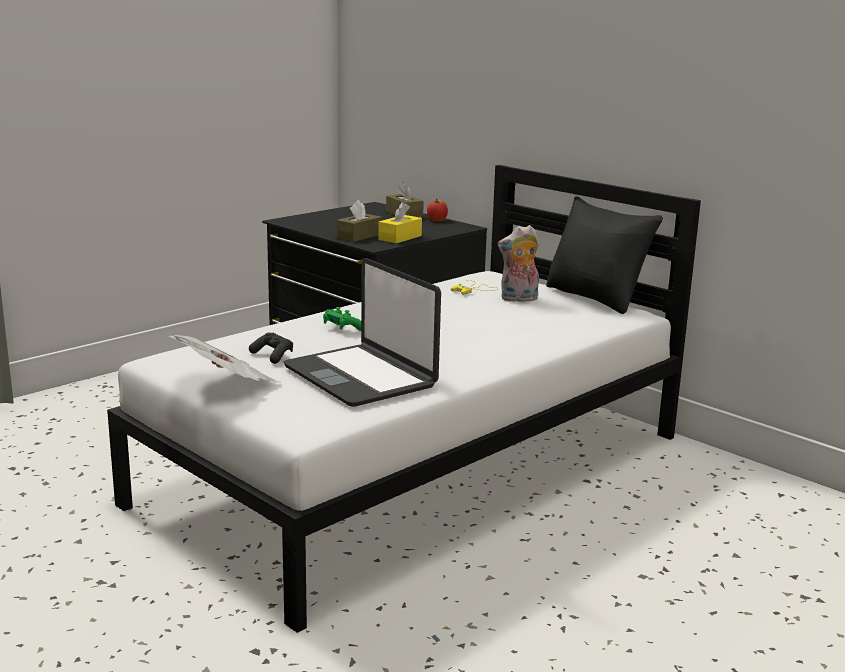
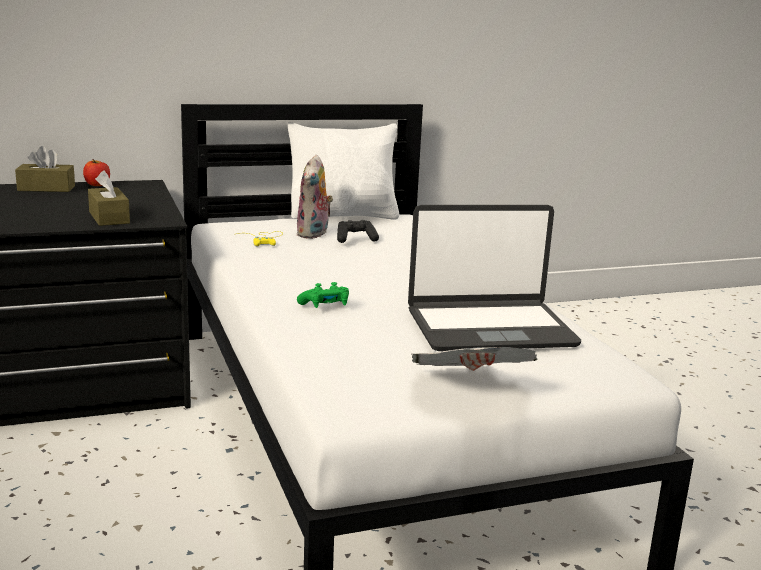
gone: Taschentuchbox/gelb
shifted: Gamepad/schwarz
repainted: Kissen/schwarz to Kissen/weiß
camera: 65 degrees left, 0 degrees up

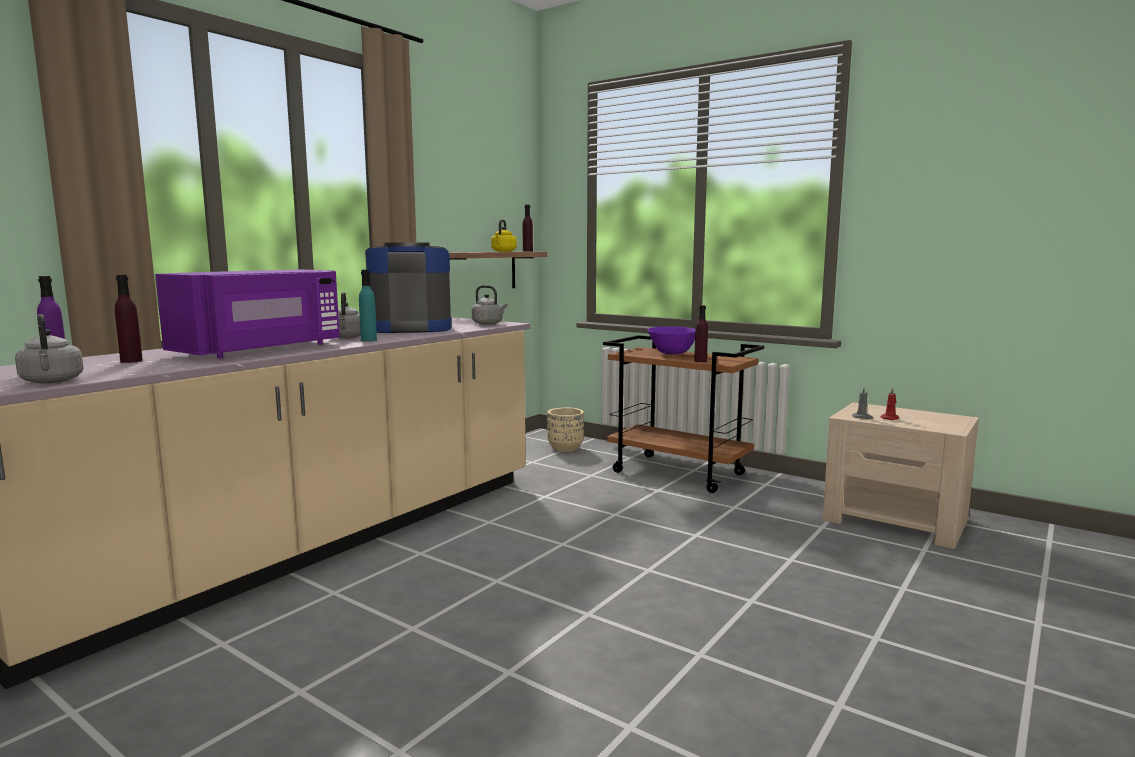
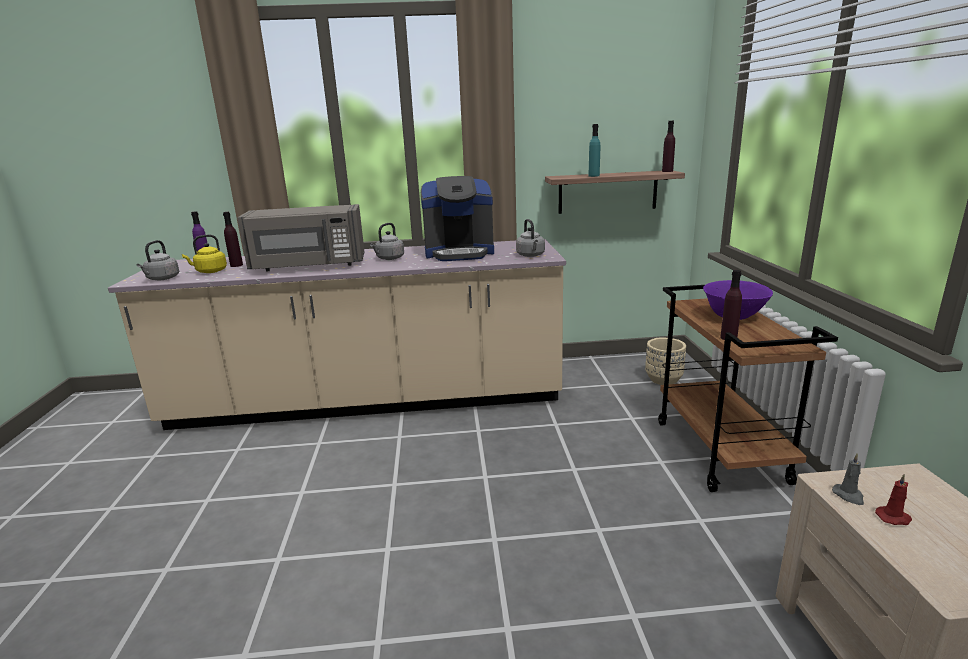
shifted: Flasche/türkis; Wasserkessel/gelb
repainted: Mikrowelle/lila to Mikrowelle/grau
rotated: Kaffeemaschine 135 degrees clockwise
camera: 50 degrees right, 10 degrees up

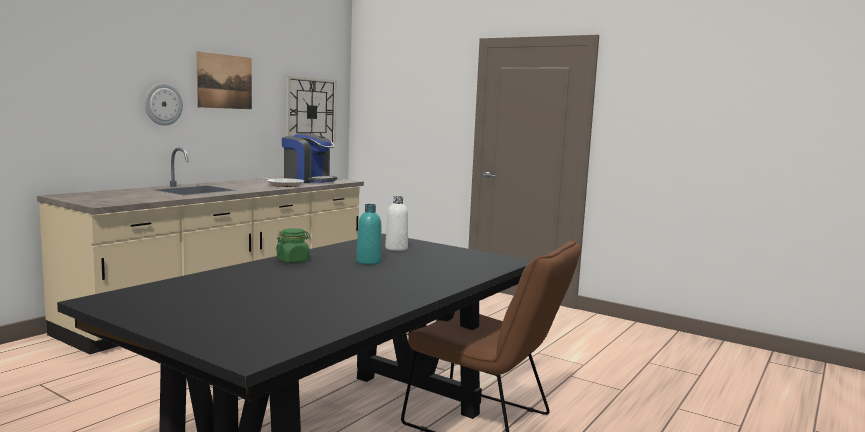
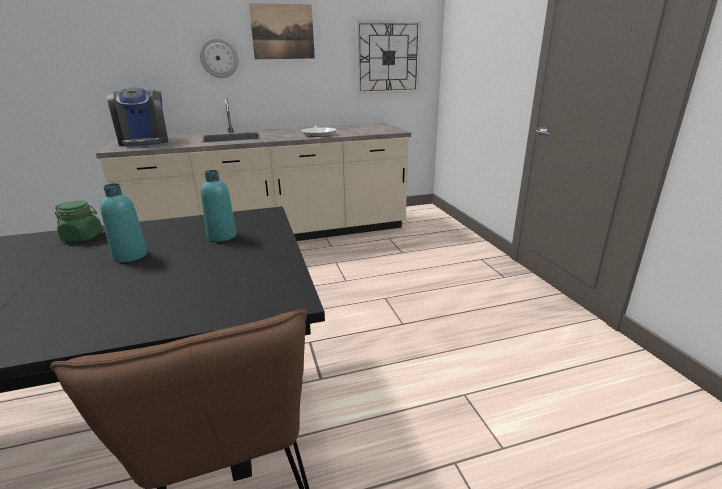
shifted: Kaffeemaschine
repainted: Flasche/weiß to Flasche/türkis (no. 2 from left)
camera: 40 degrees right, 15 degrees up

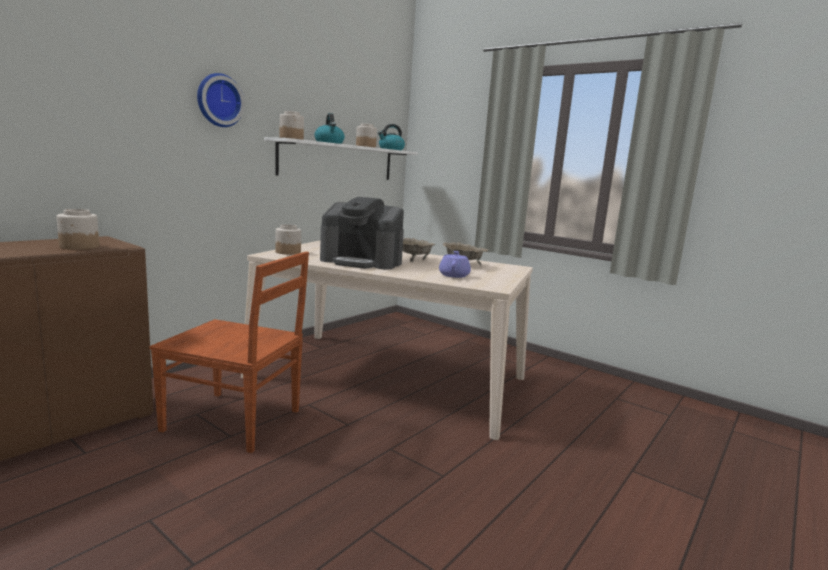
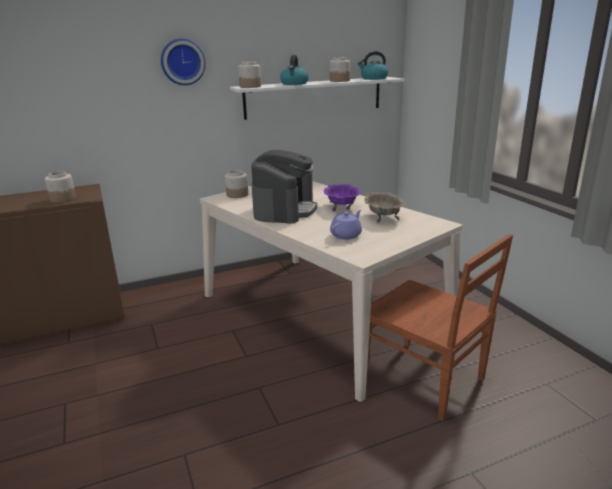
shifted: Stuhl/braun
repainted: Schüssel/beige (no. 1 from left) to Schüssel/lila
rotated: Kaffeemaschine 120 degrees counterclockwise
camera: 30 degrees right, 10 degrees up

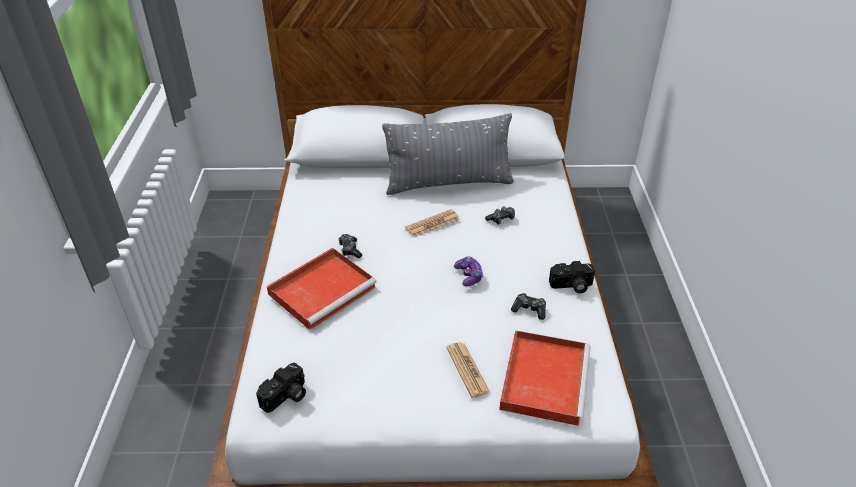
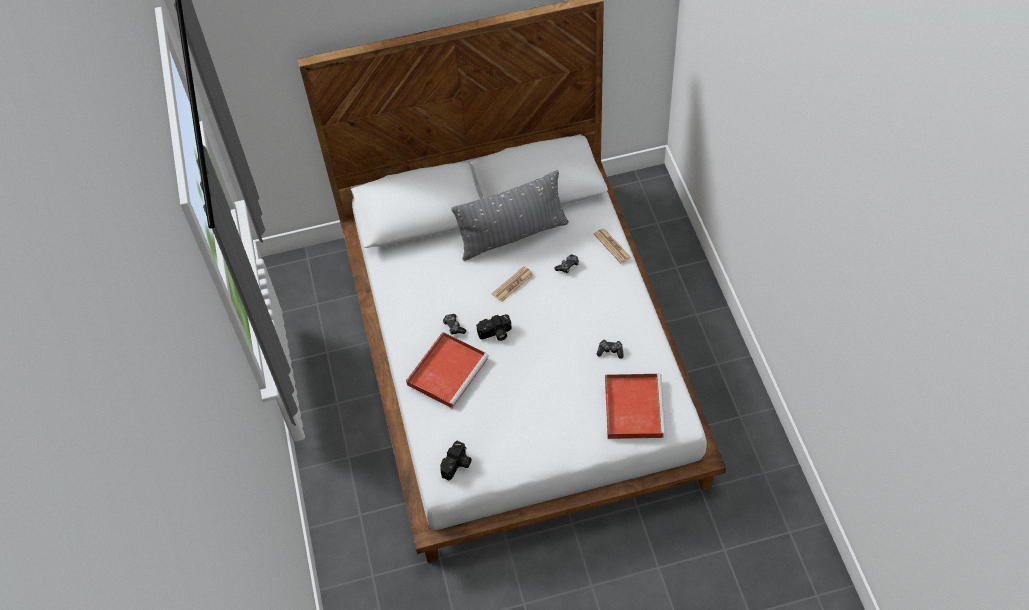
gone: Gamepad (no. 2 from left)
shifted: Zeitung (no. 2 from left); Kamera (no. 2 from left)
camera: 10 degrees left, 15 degrees up

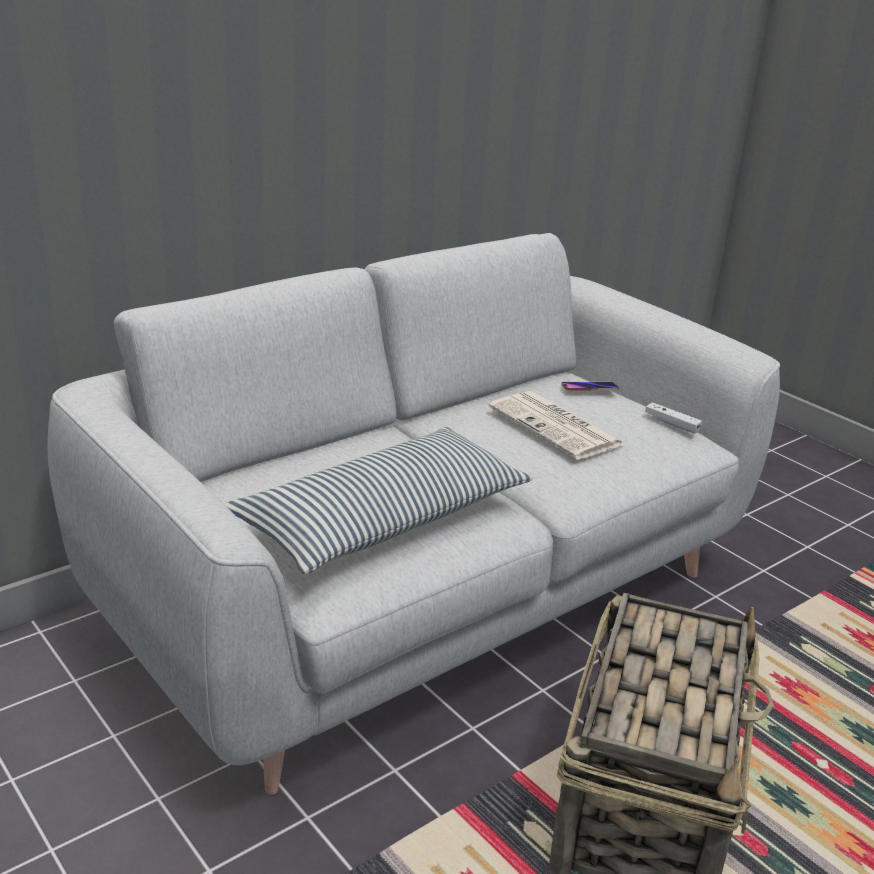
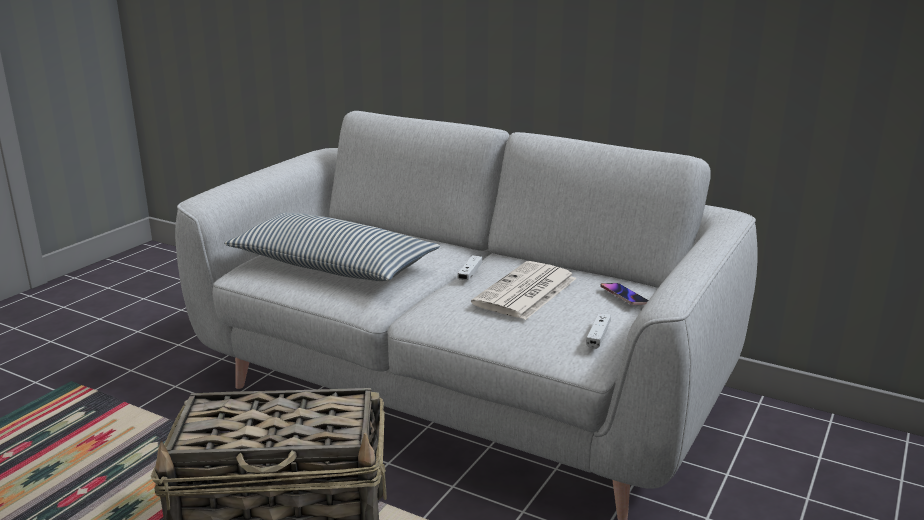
new: Gamepad/weiß (no. 1 from left)
camera: 70 degrees right, 5 degrees down

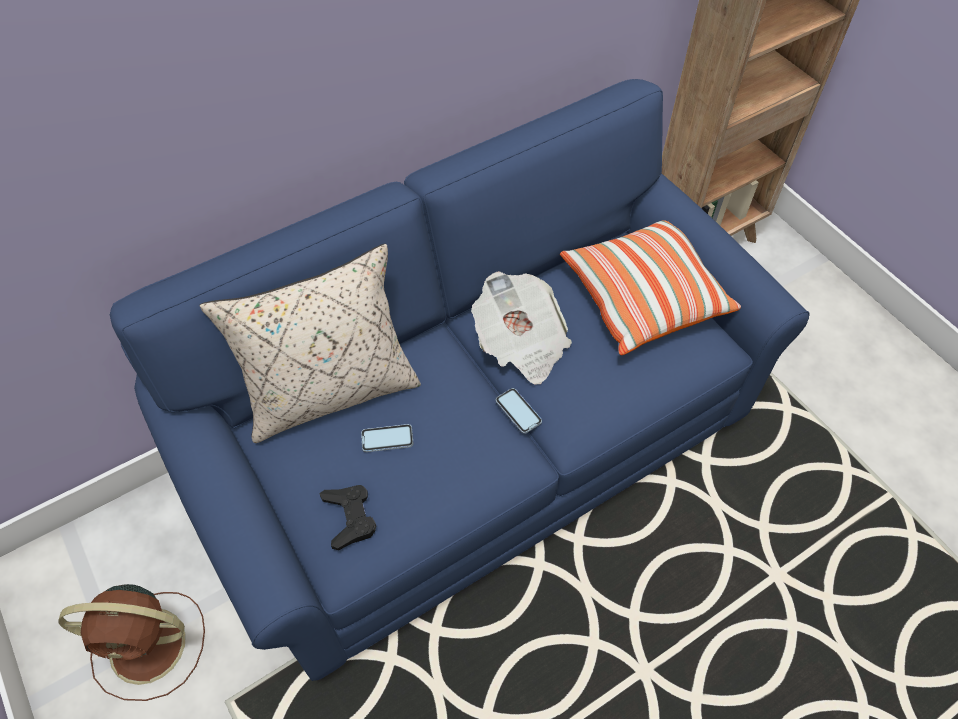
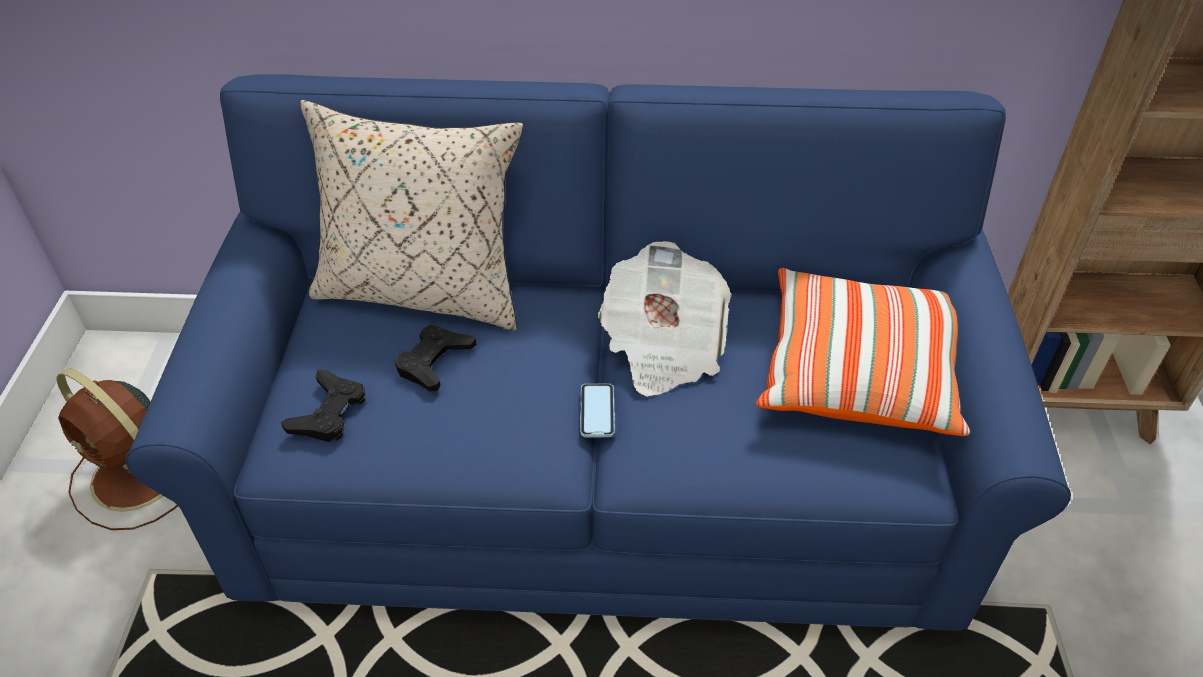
swapped: Handy (no. 1 from left) to Gamepad/schwarz (no. 2 from left)
camera: 35 degrees right, 10 degrees down

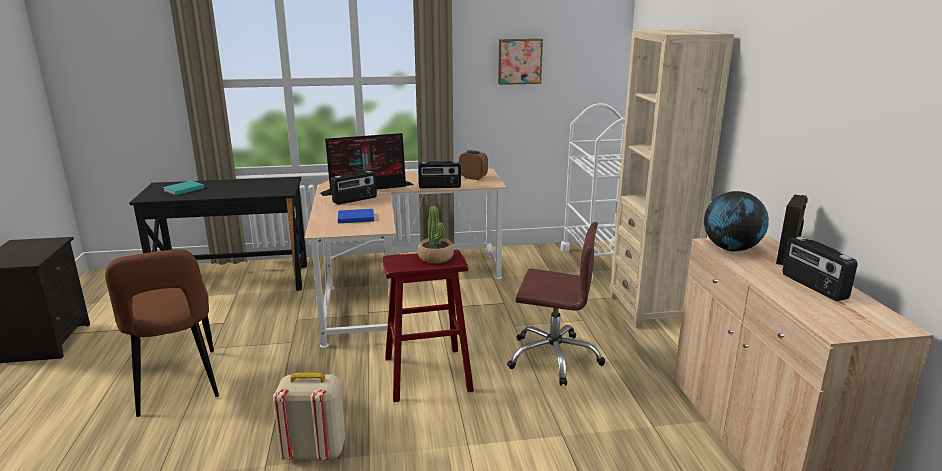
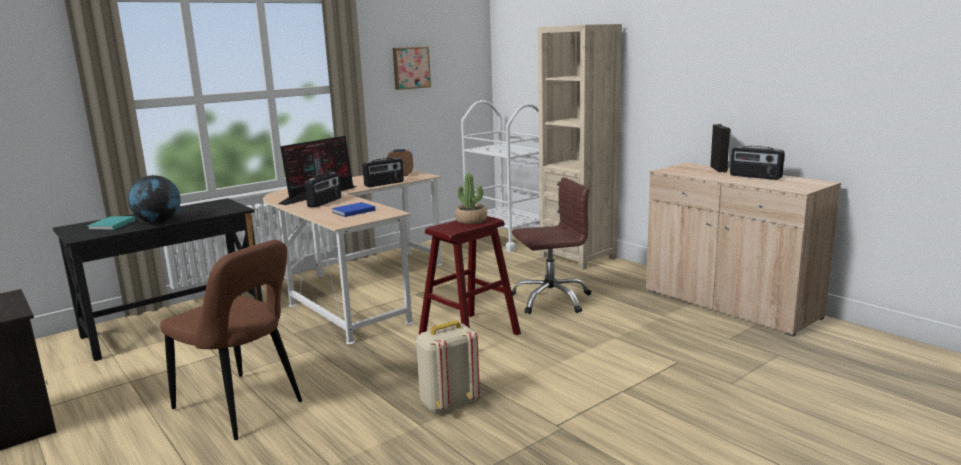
shifted: Globus
camera: 30 degrees left, 5 degrees down

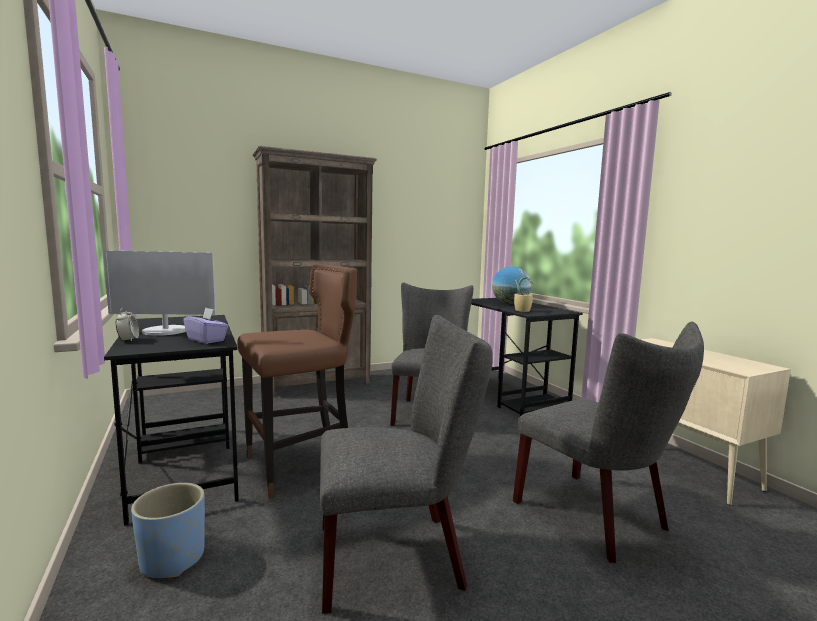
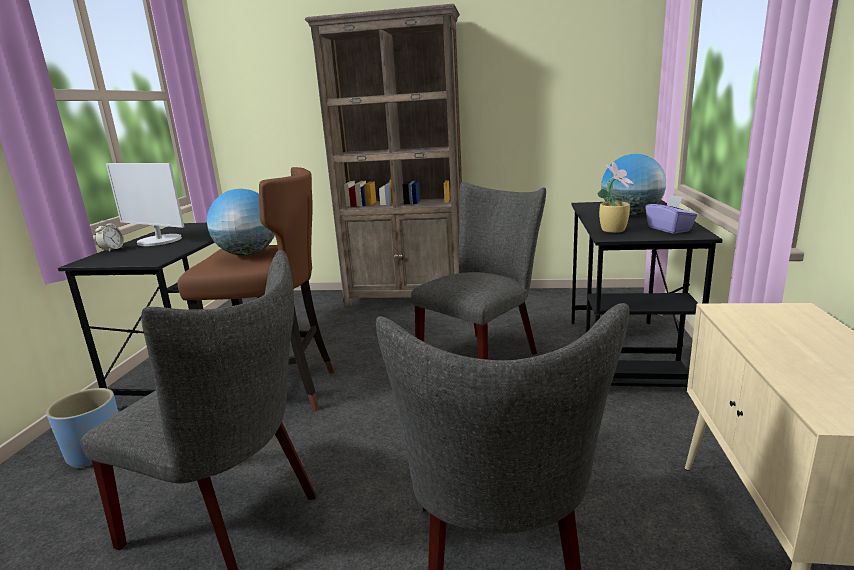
new: Globus (no. 1 from left)
shifted: Taschentuchbox/lila
camera: 35 degrees right, 10 degrees up

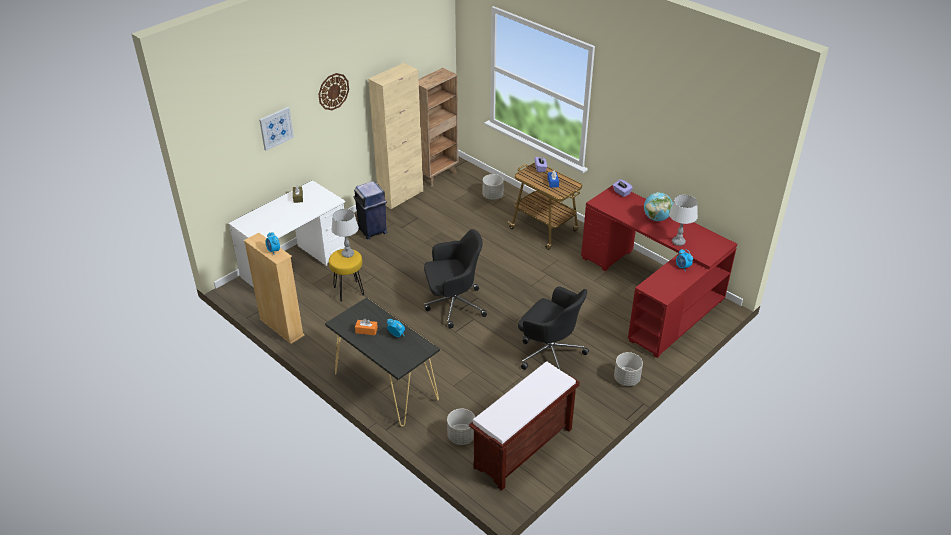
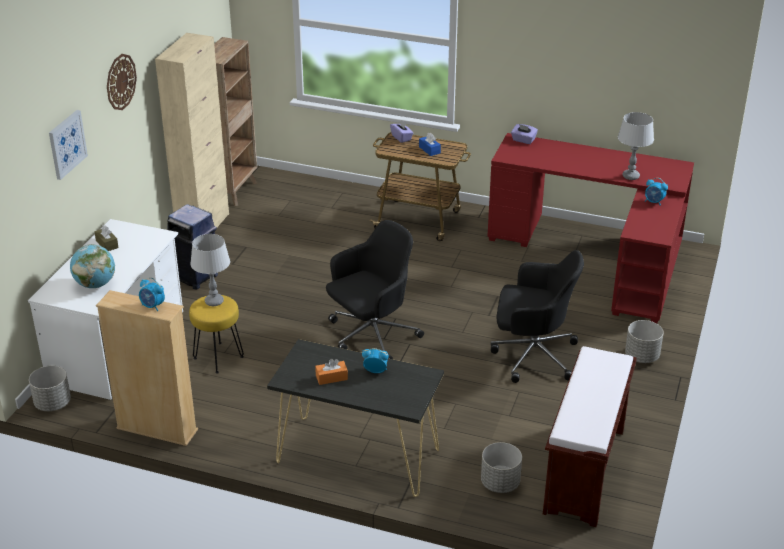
shifted: Pflanzkübel/grau (no. 2 from left in the first image) to Pflanzkübel/grau (no. 1 from left); Globus
camera: 25 degrees left, 5 degrees down

